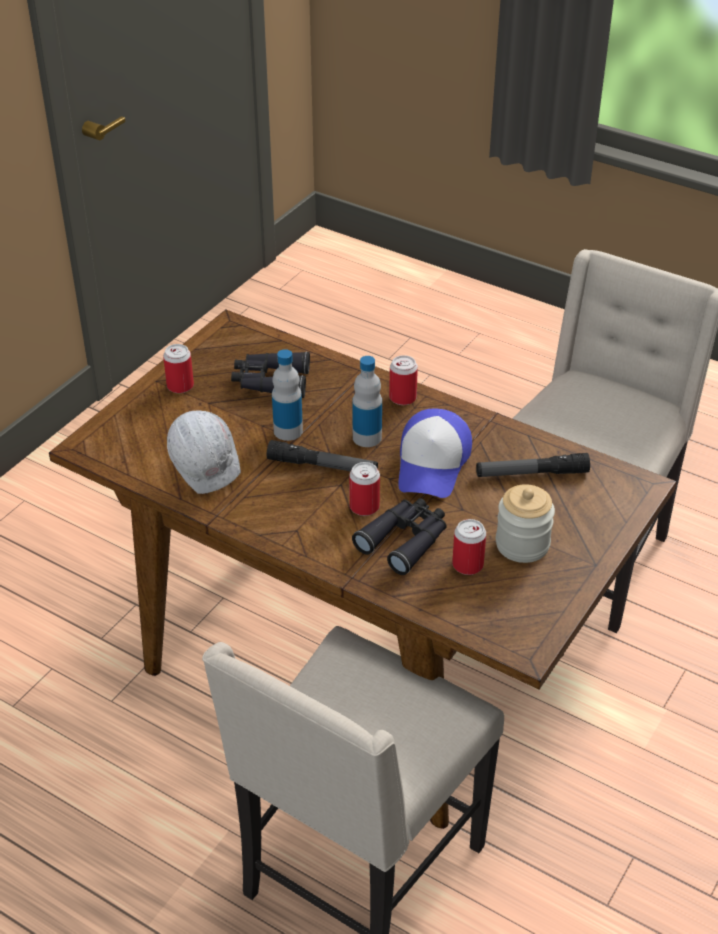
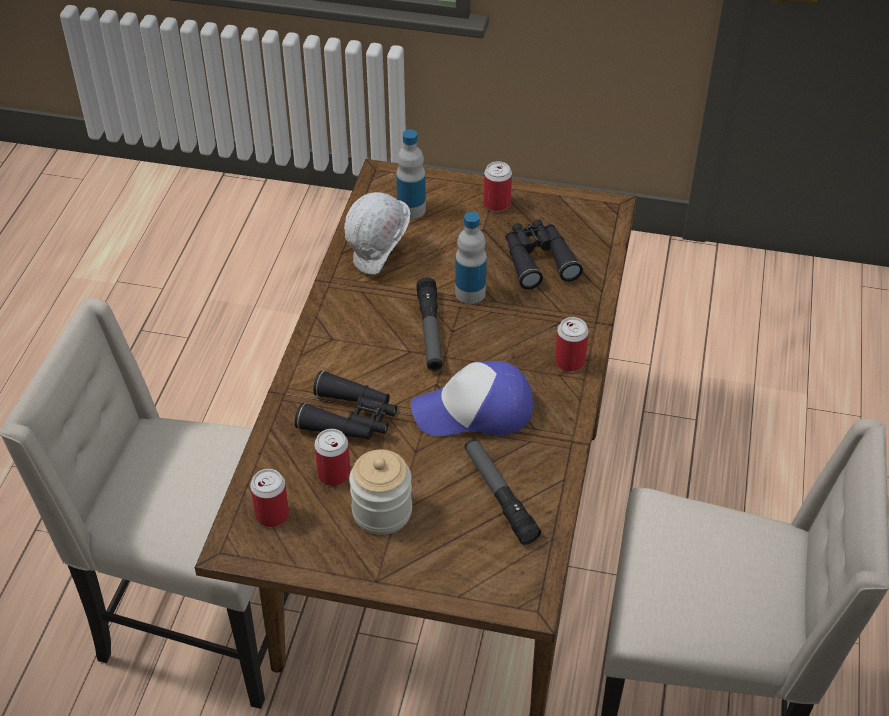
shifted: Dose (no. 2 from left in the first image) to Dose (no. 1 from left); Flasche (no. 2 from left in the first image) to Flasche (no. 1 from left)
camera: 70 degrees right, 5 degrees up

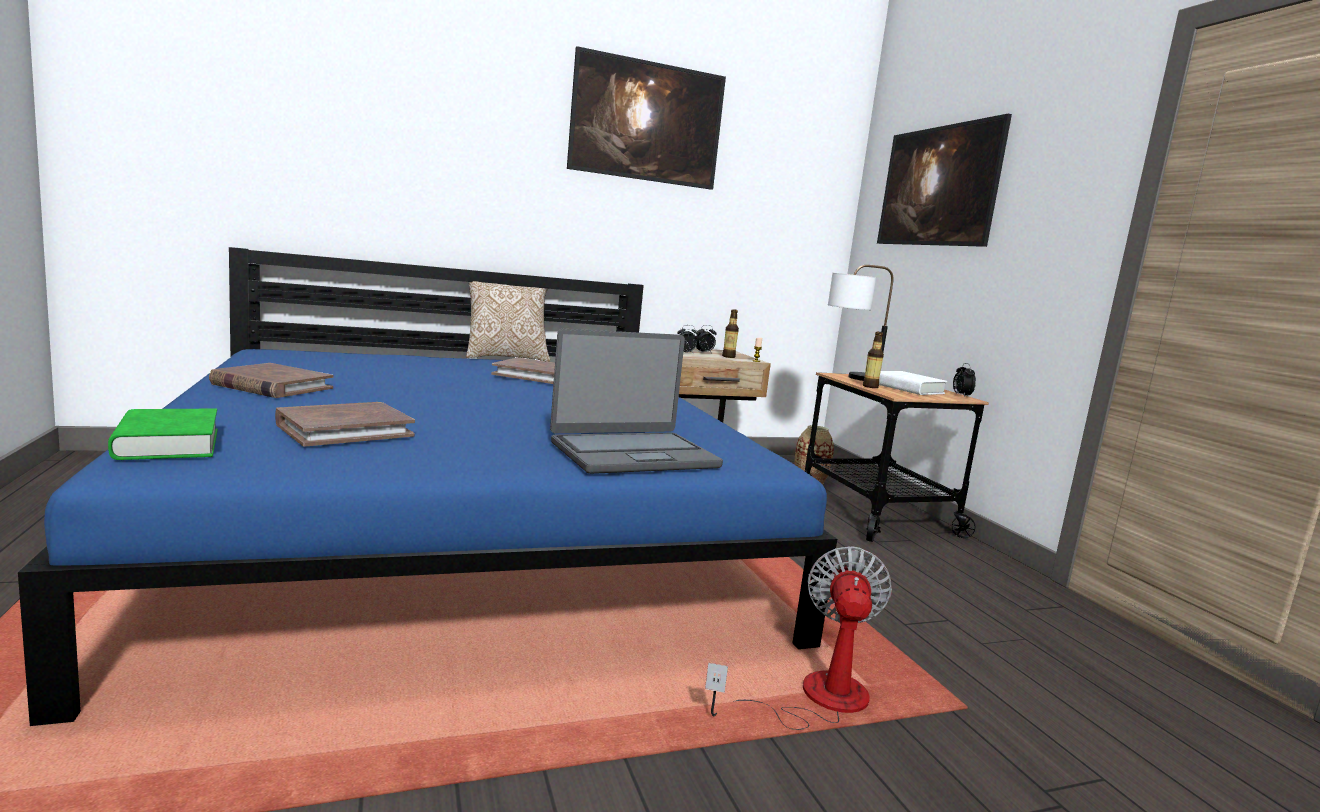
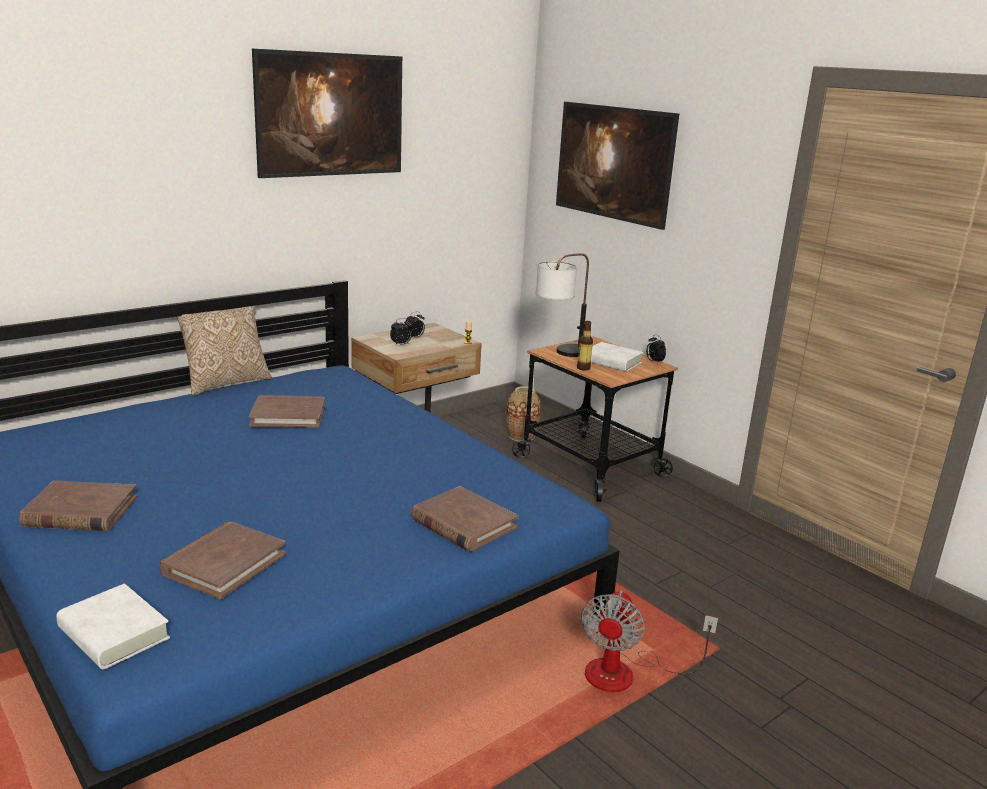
gone: Flasche (no. 1 from left)
swapped: Laptop to Buch/braun (no. 4 from left)
repainted: Buch/grün to Buch/weiß (no. 1 from left)
rotated: Ventilator 150 degrees counterclockwise
camera: 20 degrees left, 10 degrees up

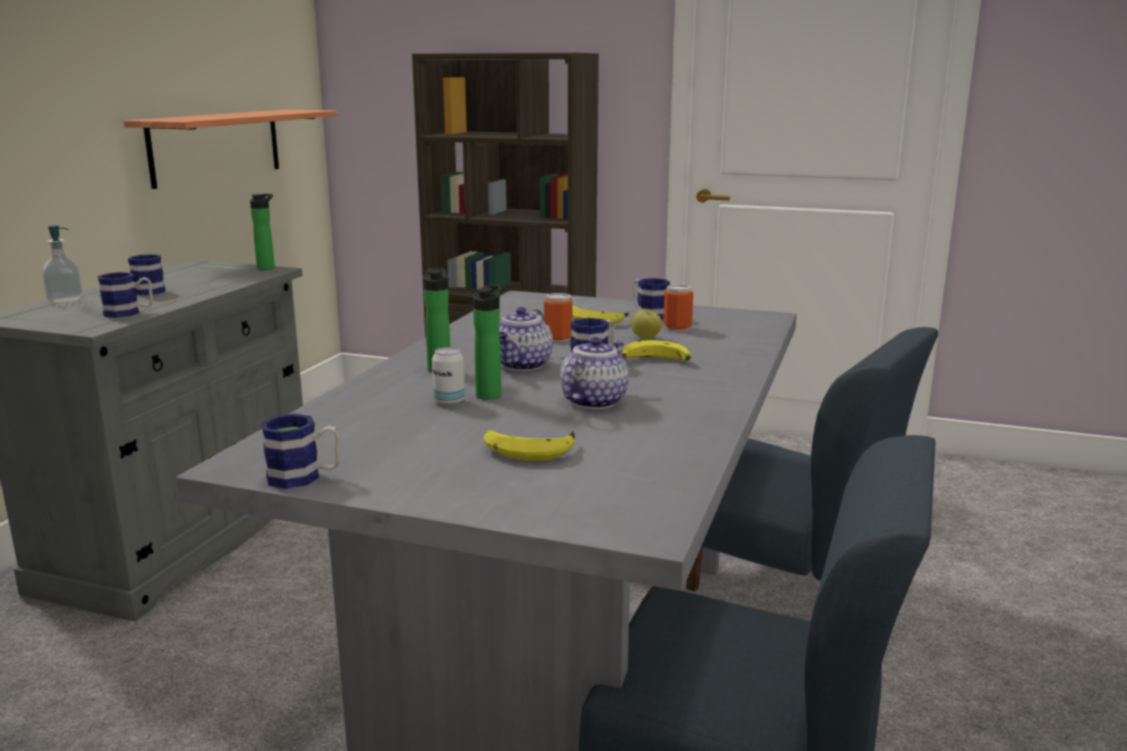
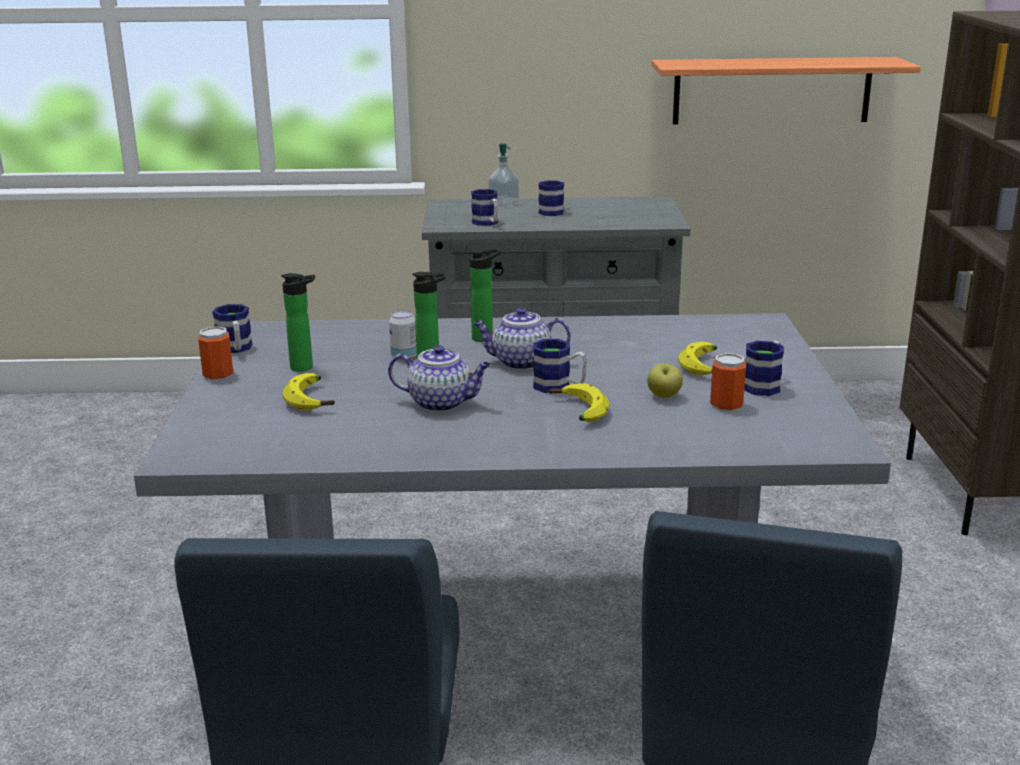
shifted: Flasche (no. 1 from left); Dose (no. 2 from left in the first image) to Dose (no. 1 from left)
camera: 70 degrees right, 5 degrees up

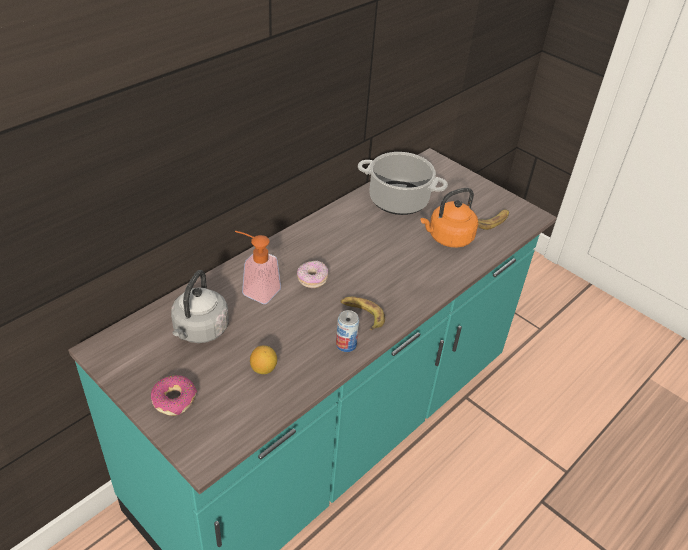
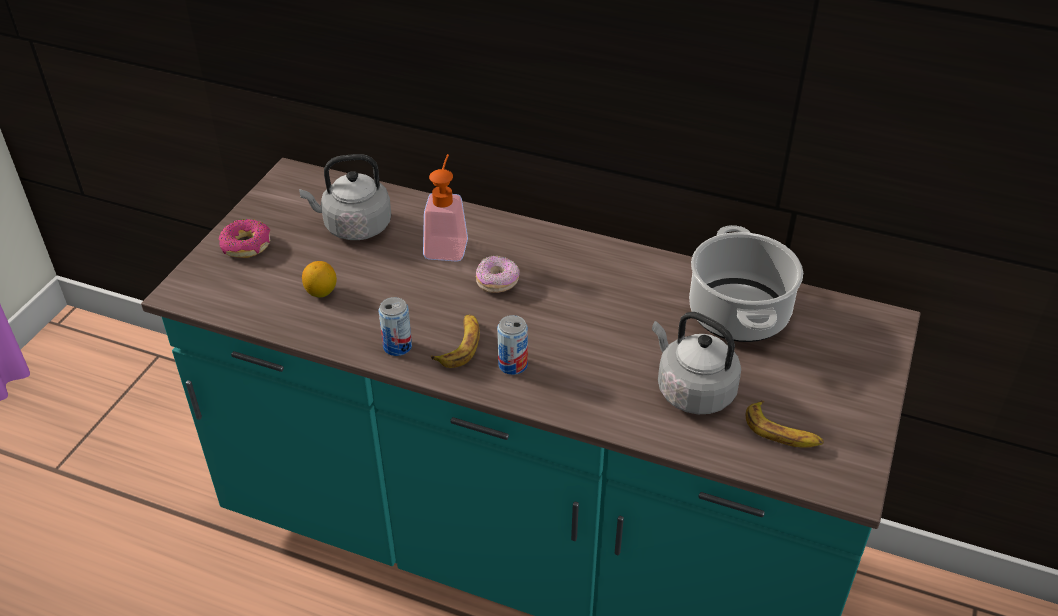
new: Dose (no. 2 from left)
repainted: Wasserkessel/orange to Wasserkessel/grau (no. 2 from left)
camera: 70 degrees right, 0 degrees up

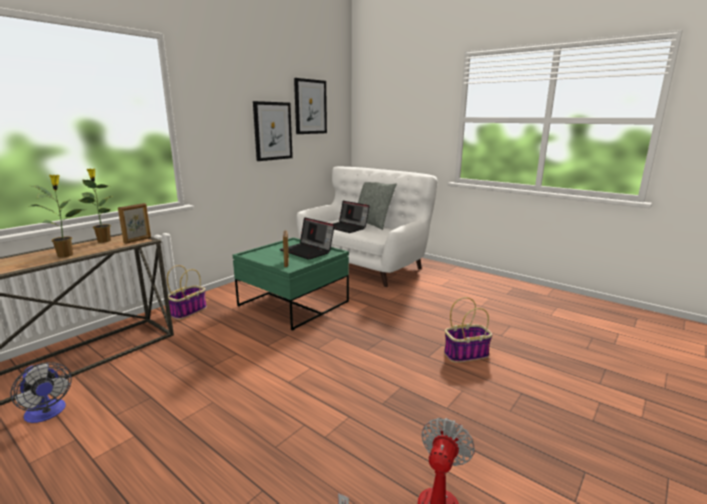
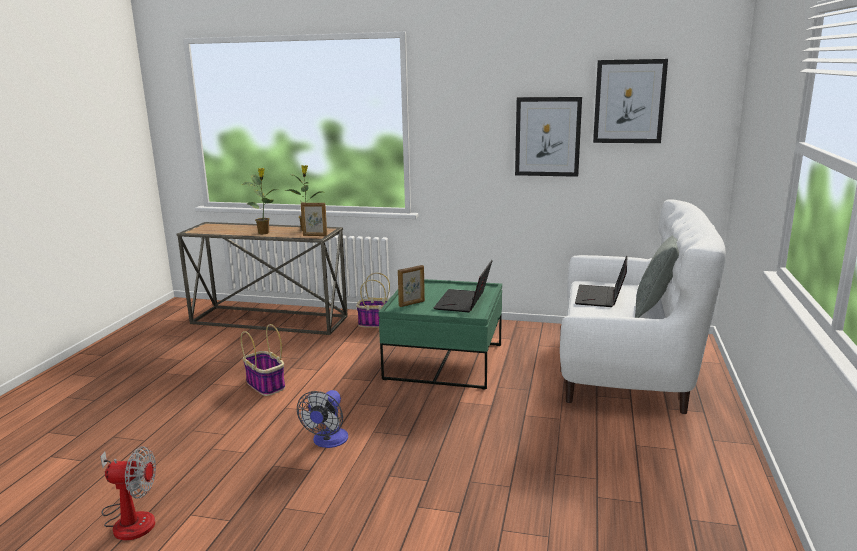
shifted: Ventilator (no. 1 from left in the first image) to Ventilator (no. 2 from left); Korb (no. 2 from left in the first image) to Korb (no. 1 from left)
camera: 65 degrees right, 0 degrees up

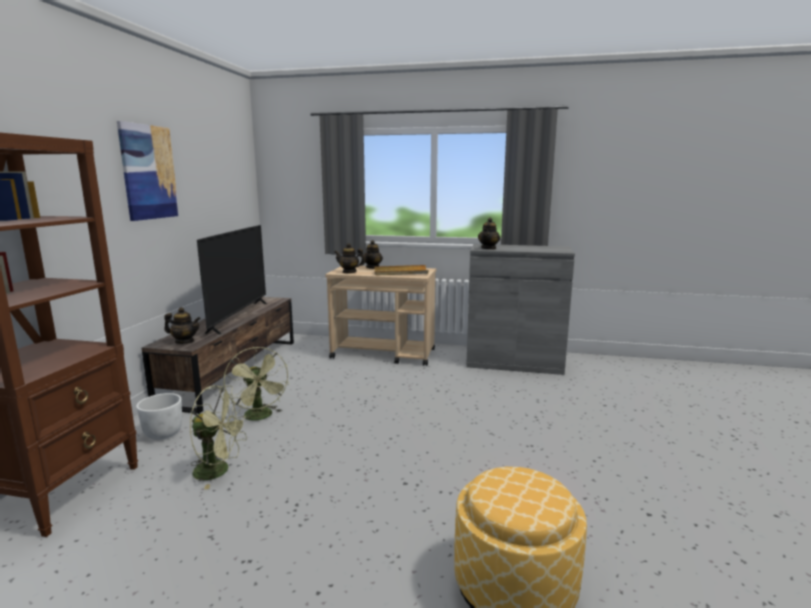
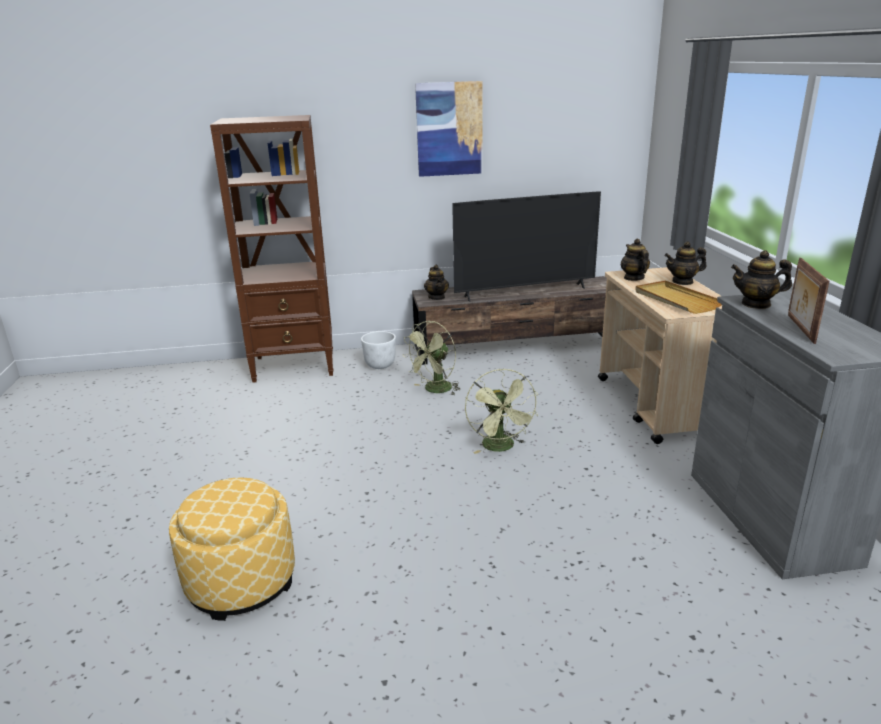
new: Bilderrahmen
shifted: Ventilator/grün (no. 1 from left in the first image) to Ventilator/grün (no. 2 from left)
camera: 70 degrees right, 10 degrees up

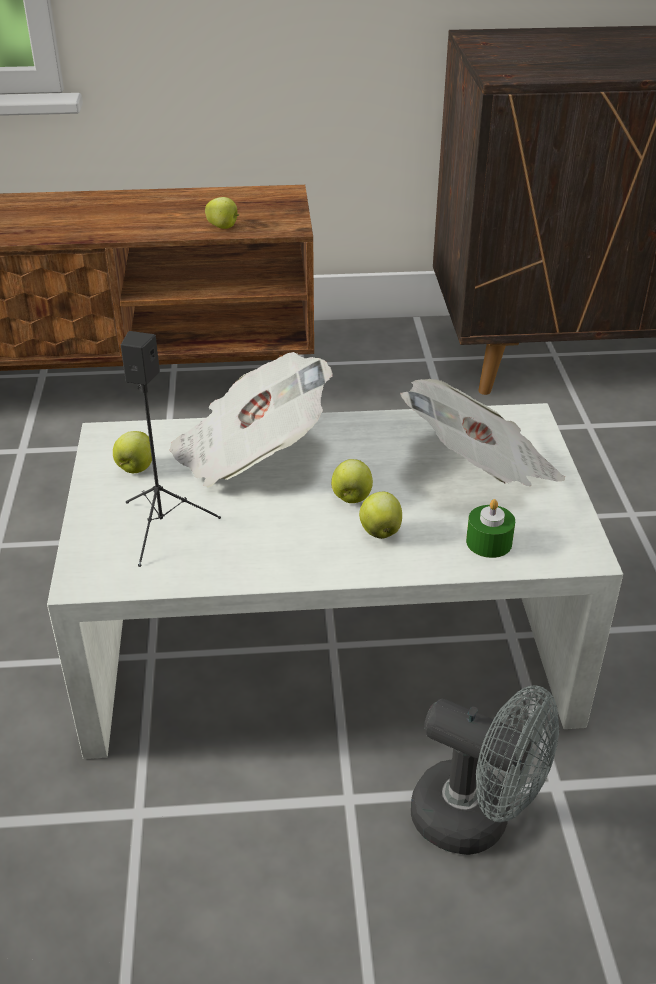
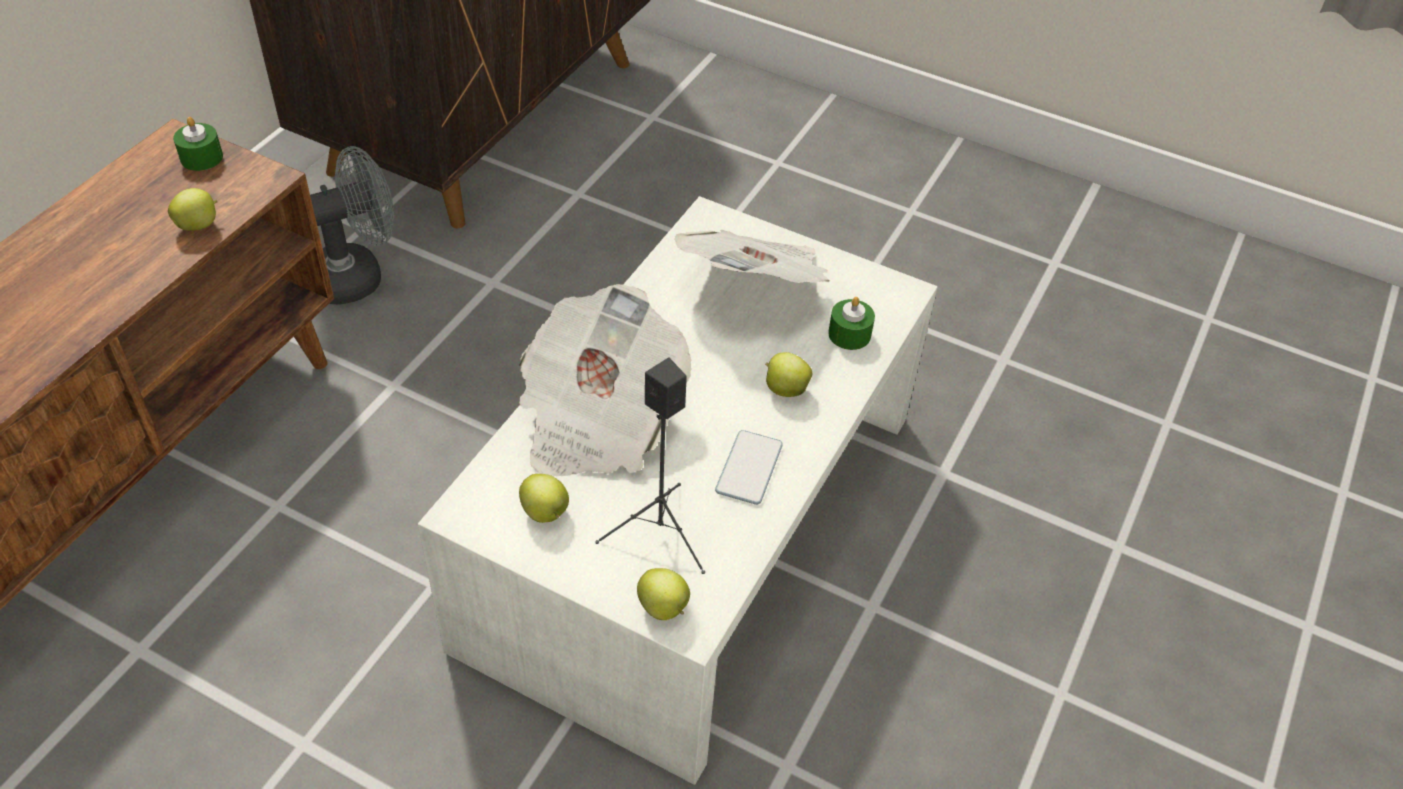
new: Kerze/grün (no. 1 from left); Handy
shifted: Apfel (no. 3 from left); Ventilator/grau
camera: 60 degrees left, 10 degrees up

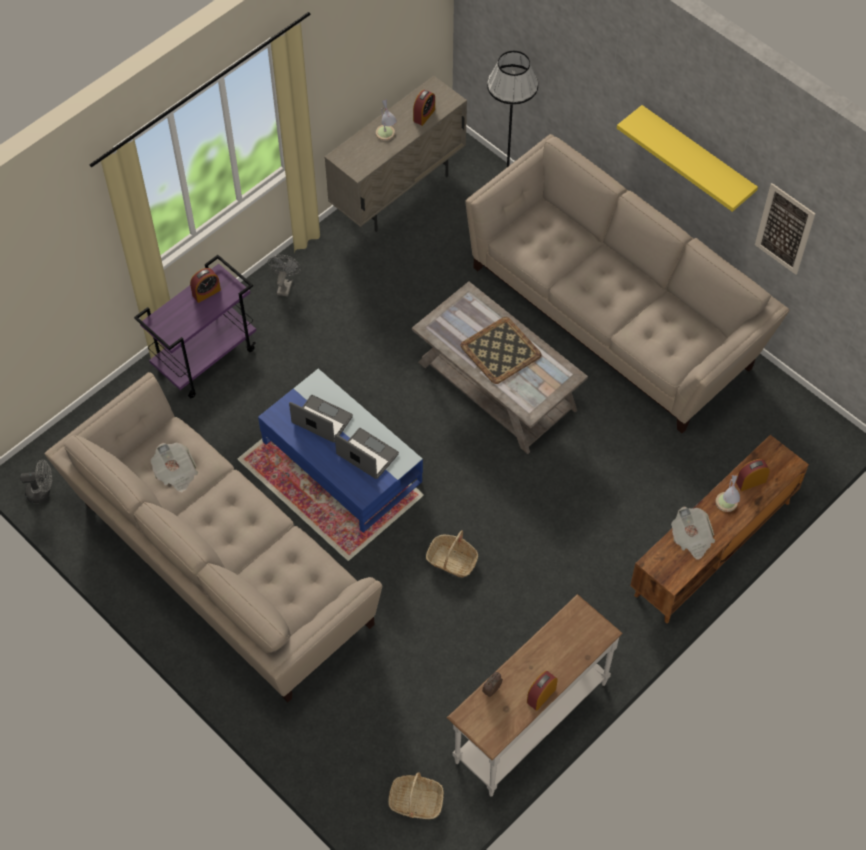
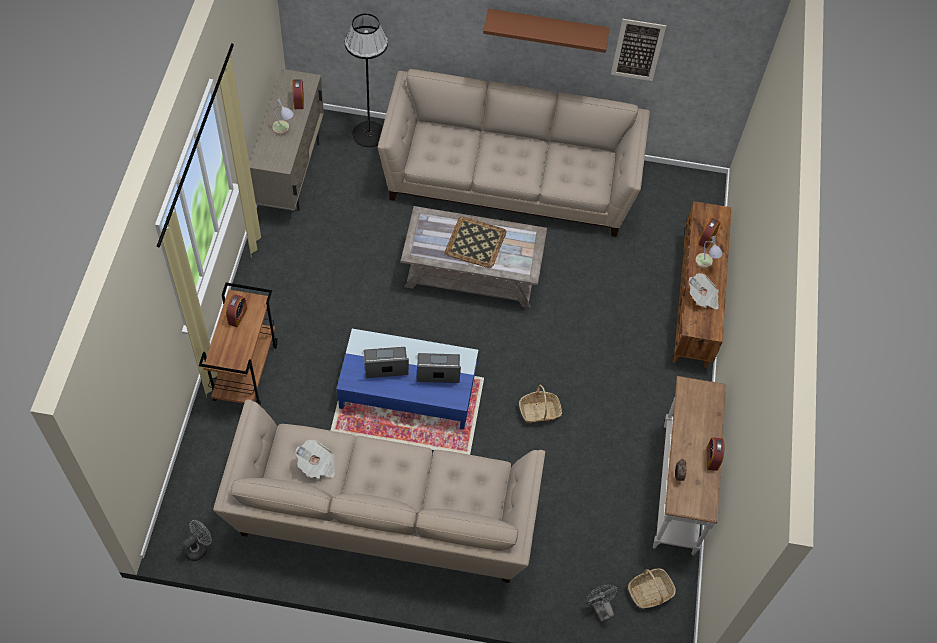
shifted: Ventilator/grau (no. 2 from left)
repainted: Rollwagen/lila to Rollwagen/braun; Wandregal/gelb to Wandregal/braun
camera: 40 degrees left, 0 degrees up

